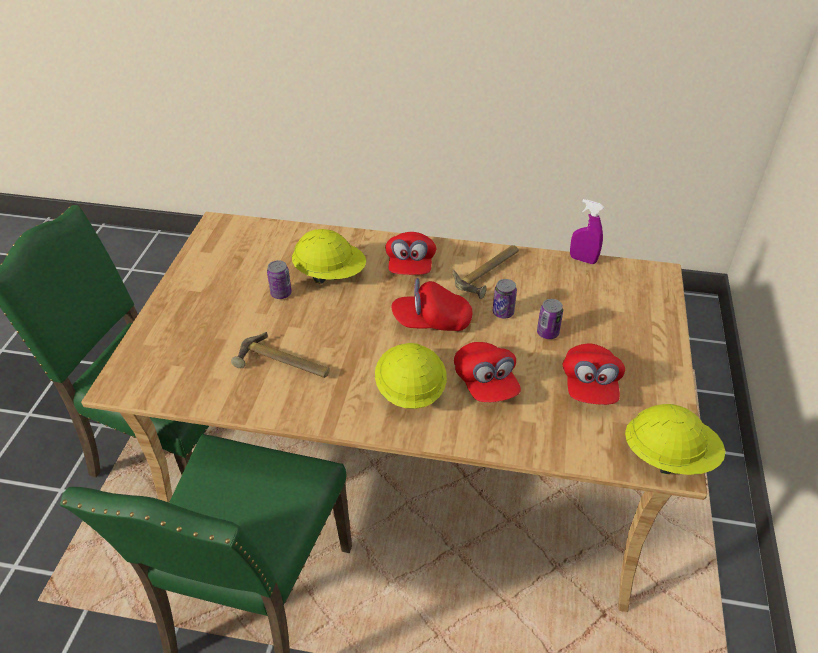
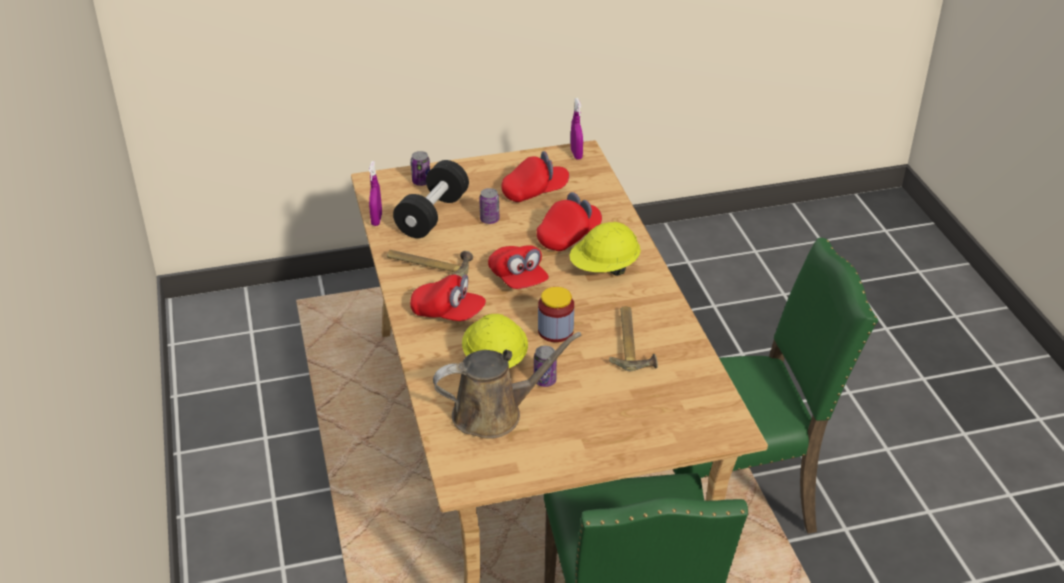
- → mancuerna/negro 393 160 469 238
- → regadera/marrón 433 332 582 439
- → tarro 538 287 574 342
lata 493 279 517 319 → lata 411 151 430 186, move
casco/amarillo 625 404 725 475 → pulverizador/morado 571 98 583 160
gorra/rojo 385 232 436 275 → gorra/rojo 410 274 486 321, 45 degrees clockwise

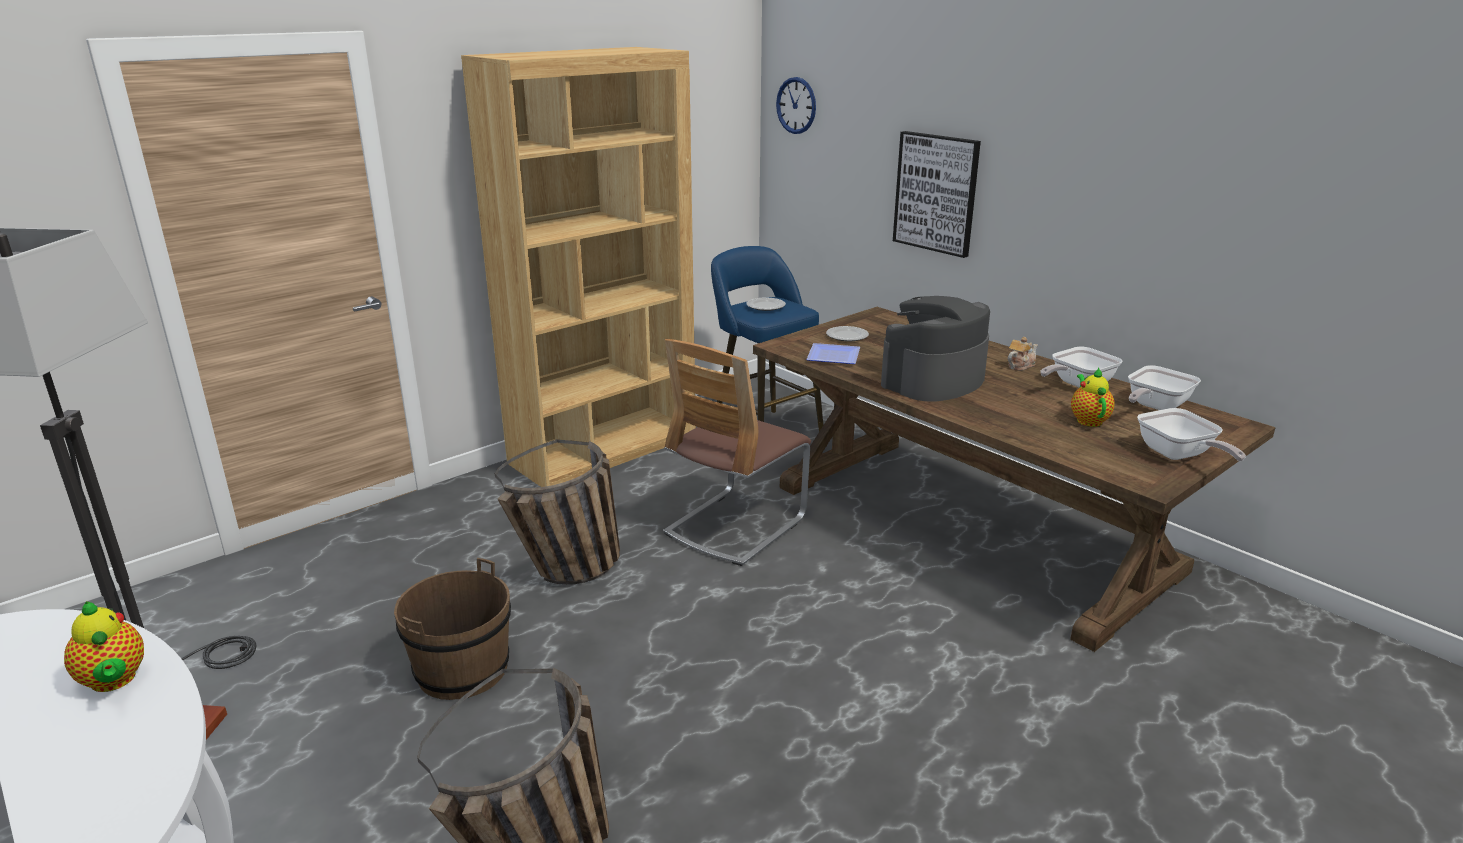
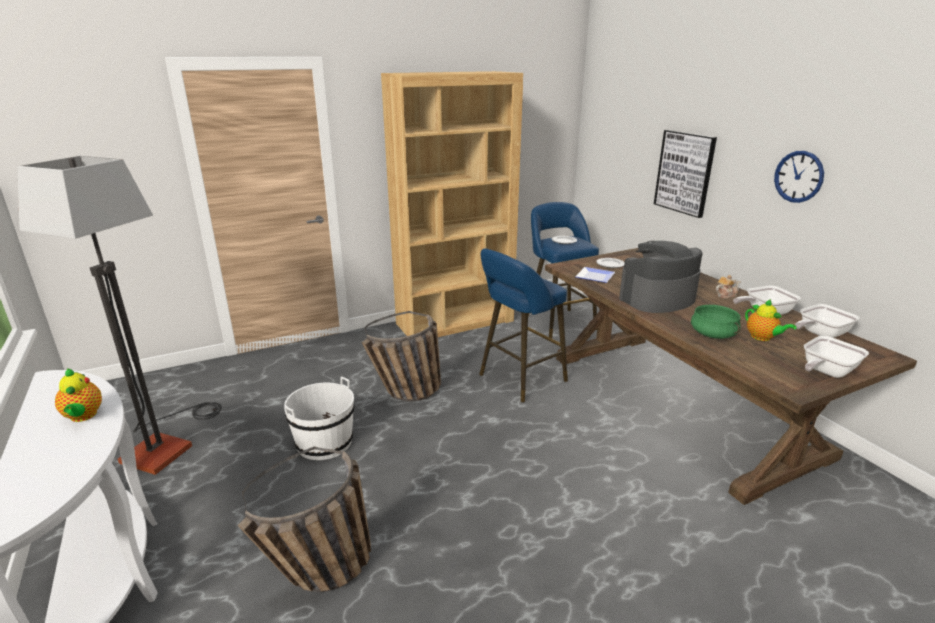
- → olla/verde 691 305 741 339
reloj de pared 776 77 816 134 → reloj de pared 774 151 824 203, move
silla 663 339 811 566 → taburete/azul 479 248 568 402
cubo/marrón 394 558 511 700 → cubo/blanco 284 376 355 460
tetera 1071 367 1115 427 → tetera 745 299 797 341, 135 degrees clockwise
sartén 1137 408 1246 461 → sartén 804 336 869 378, 60 degrees clockwise

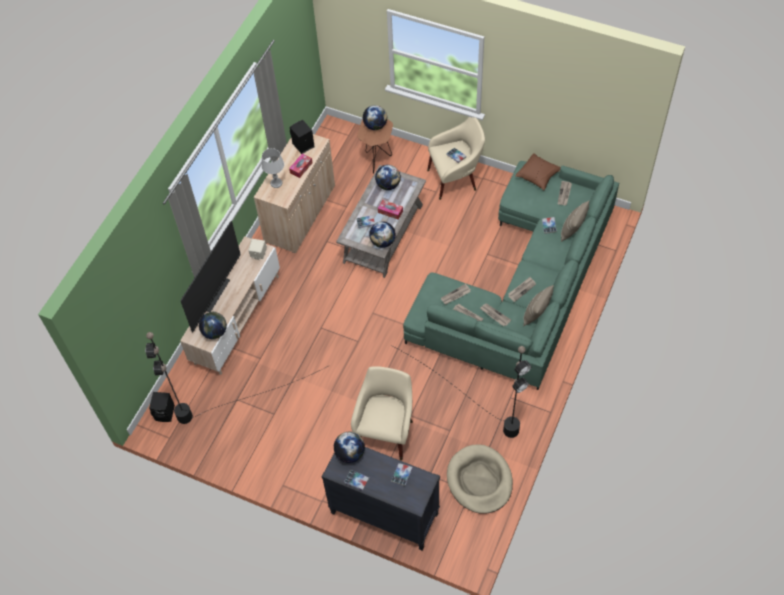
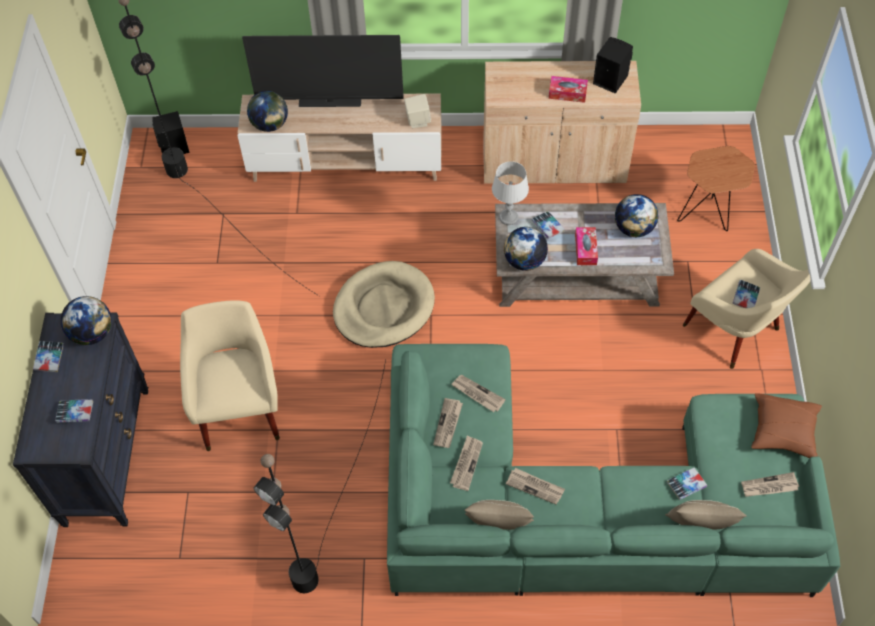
globo terráqueo 363 105 387 130 → -
lámpara de mesa/gris 262 148 284 188 → lámpara de mesa/gris 492 161 529 225, move
cama para perro/beis 447 444 513 514 → cama para perro/beis 333 261 435 348, move
sillón/beis 351 366 413 460 → sillón/beis 180 300 280 451, 90 degrees counterclockwise

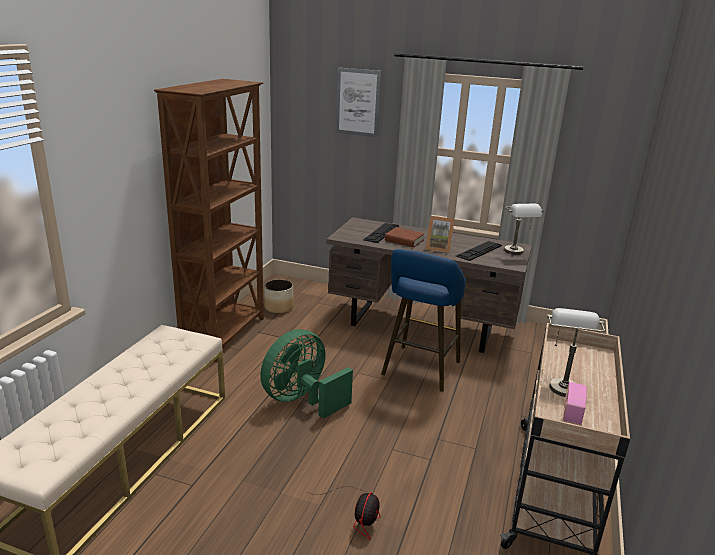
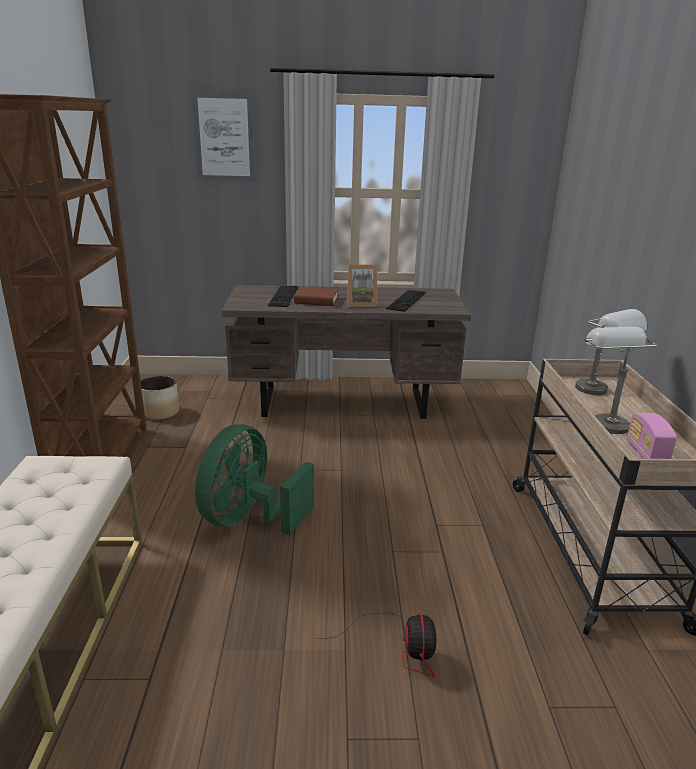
taburete/azul 381 249 466 392 → -
lámpara de mesa/gris 504 204 543 255 → lámpara de mesa/gris 575 309 647 395, move

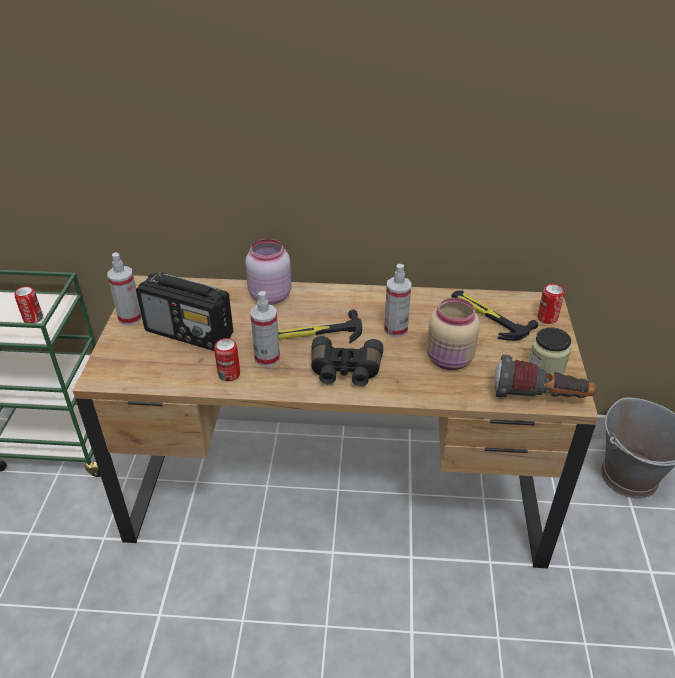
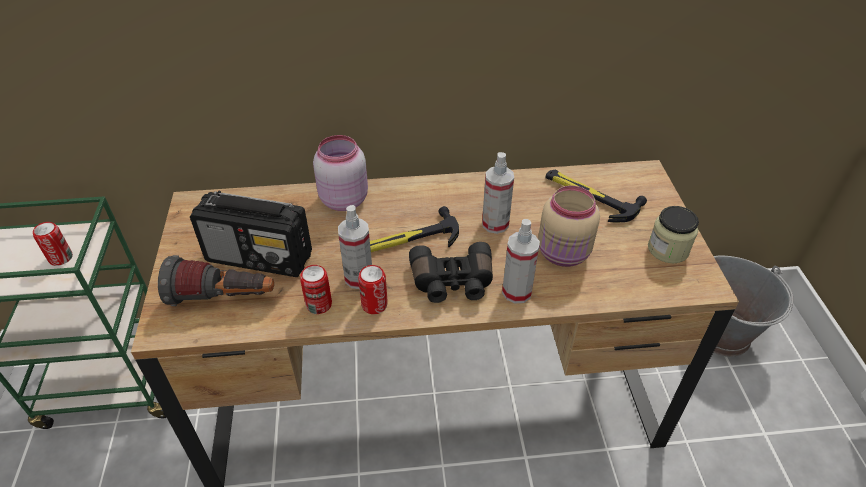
pulverizador 107 253 142 325 → pulverizador 502 219 540 303, move
linterna 494 355 596 399 → linterna 158 255 274 306, move
lata 538 284 564 324 → lata 358 265 388 314, move

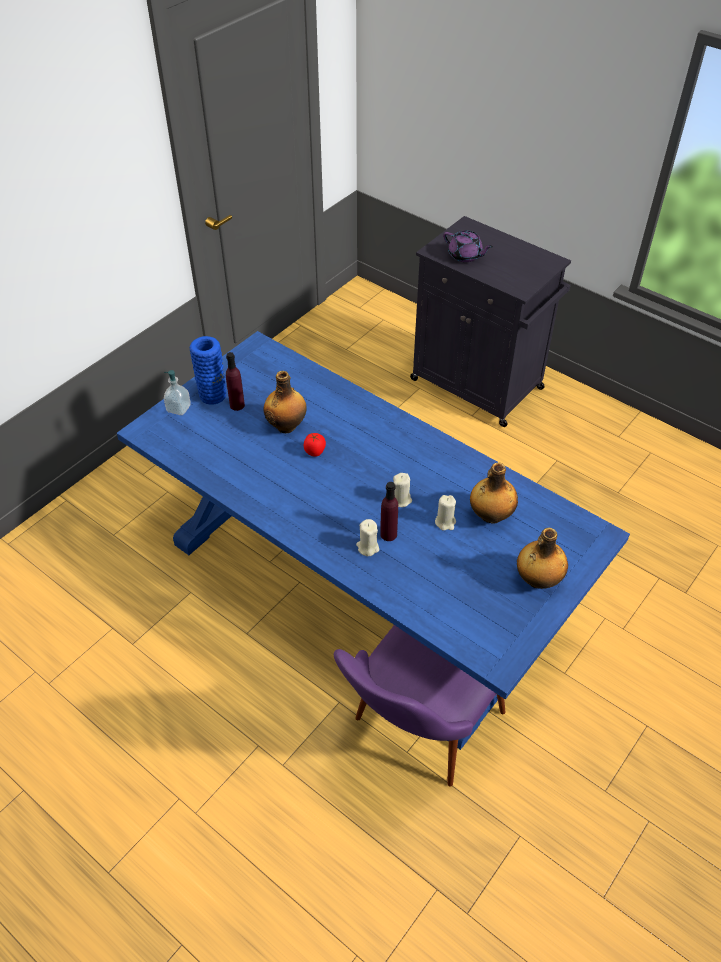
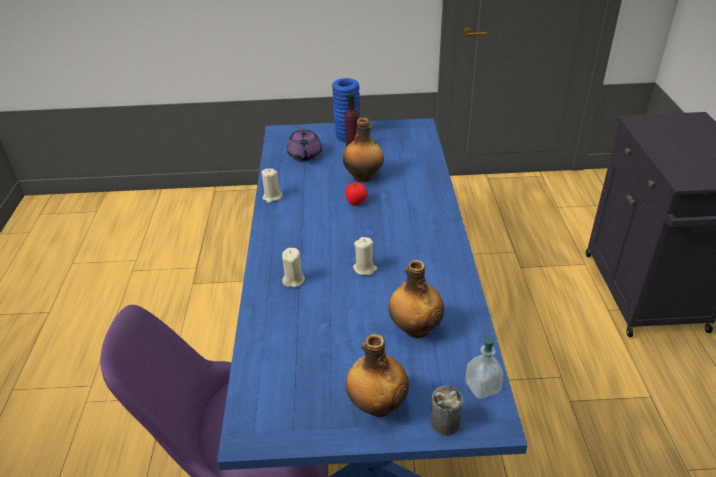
botella/morado 380 482 398 541 → -
- → lata 430 386 463 436
dispensador de jabón 164 370 191 415 → dispensador de jabón 466 334 503 399, move
vela/beis 435 495 456 530 → vela/beis 262 168 283 203, move
tetera/morado 443 230 493 262 → tetera/morado 287 127 322 161, move

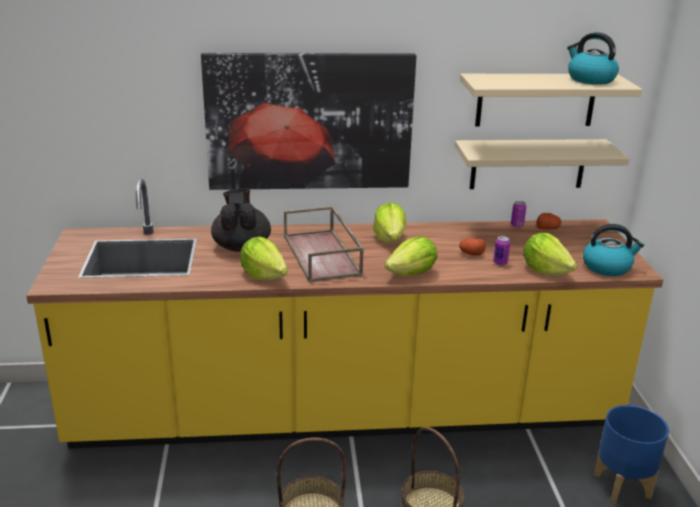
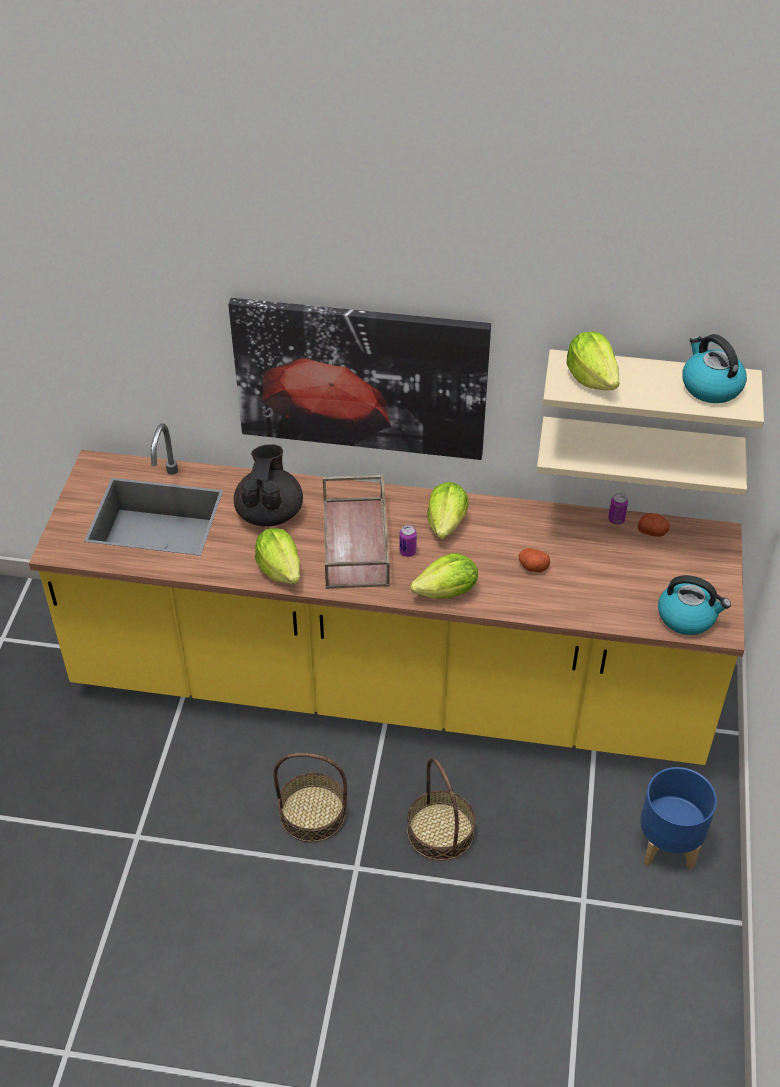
lata 493 236 510 266 → lata 399 525 417 557, move
lechuga 523 232 577 275 → lechuga 567 331 619 390, move

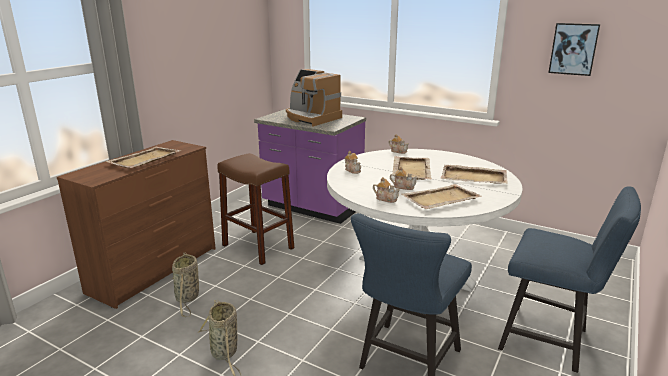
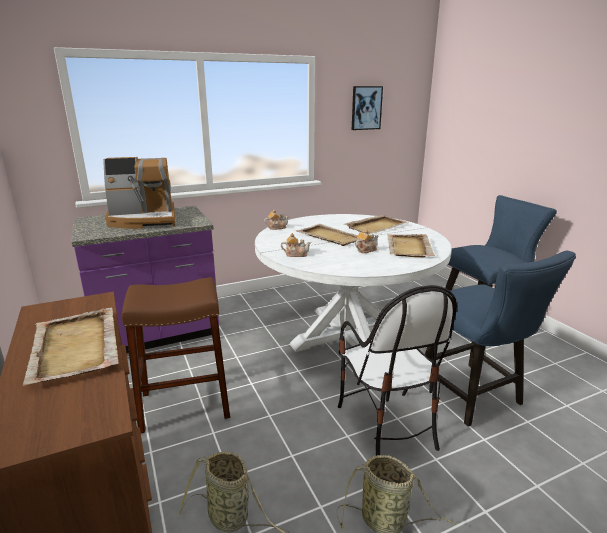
tetera 373 177 400 203 → -
- → silla 338 285 457 456

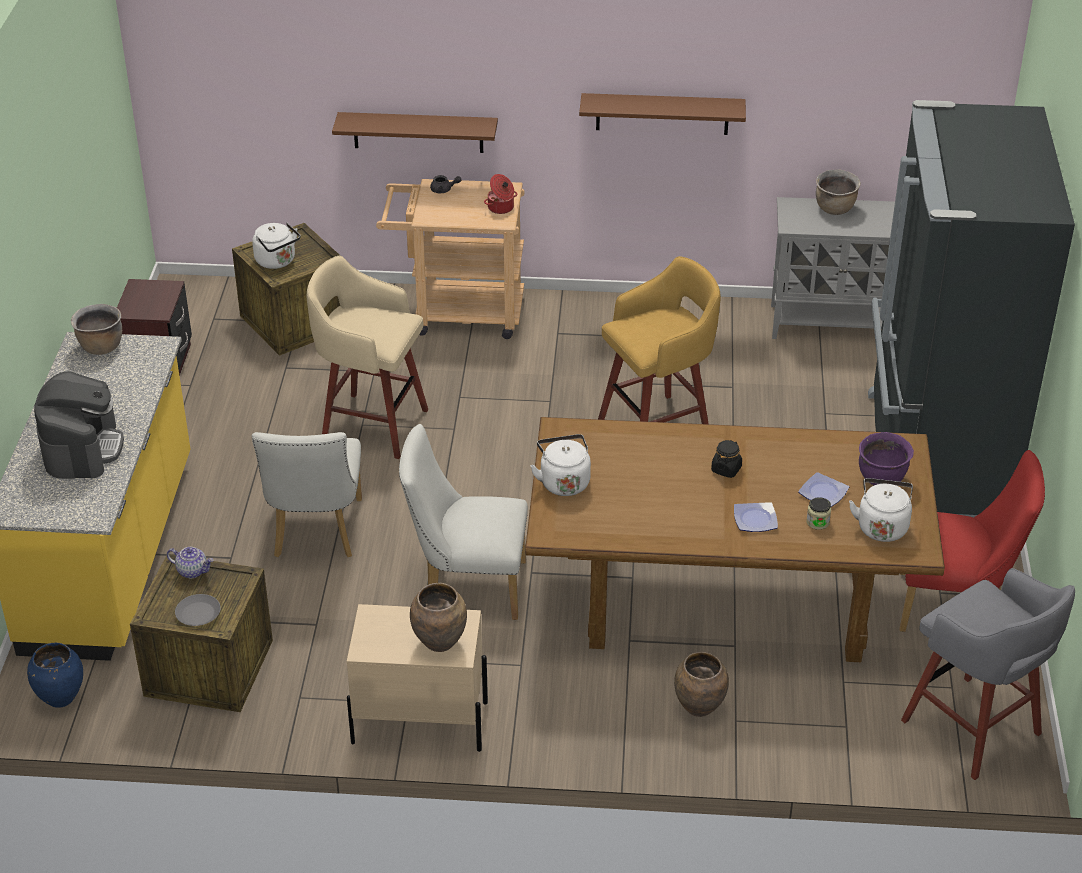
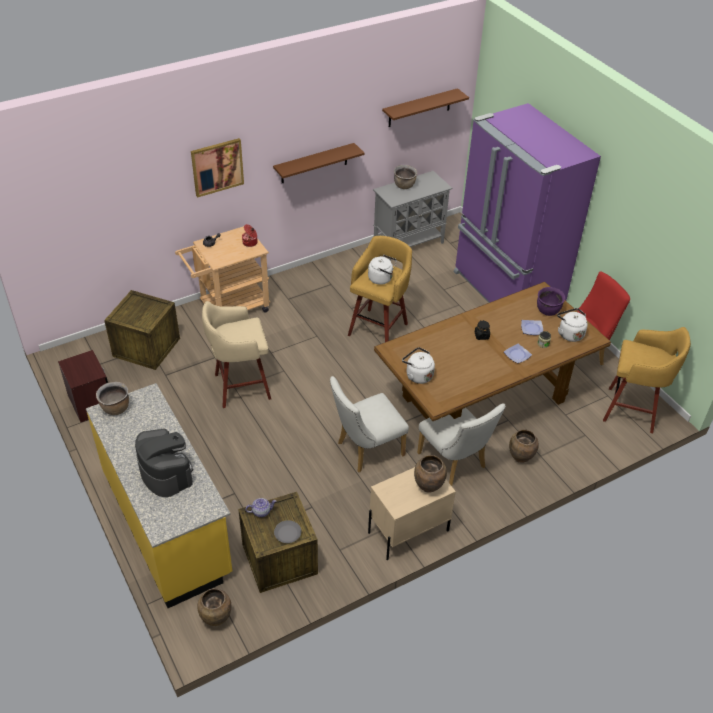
- → cuadro 191 138 244 198
hervidor/blanco 252 223 301 269 → hervidor/blanco 368 255 397 285, move
silla/blanco 252 432 362 557 → silla/blanco 417 403 506 486, move
estante/marrón 332 112 498 153 → estante/marrón 382 88 469 127, move
florero/azul 27 642 83 708 → florero/marrón 197 588 231 626
nevera/negro 868 100 1075 518 → nevera/morado 454 103 601 303
taburete/gris 901 568 1075 780 → taburete/amarillo 603 327 691 433

